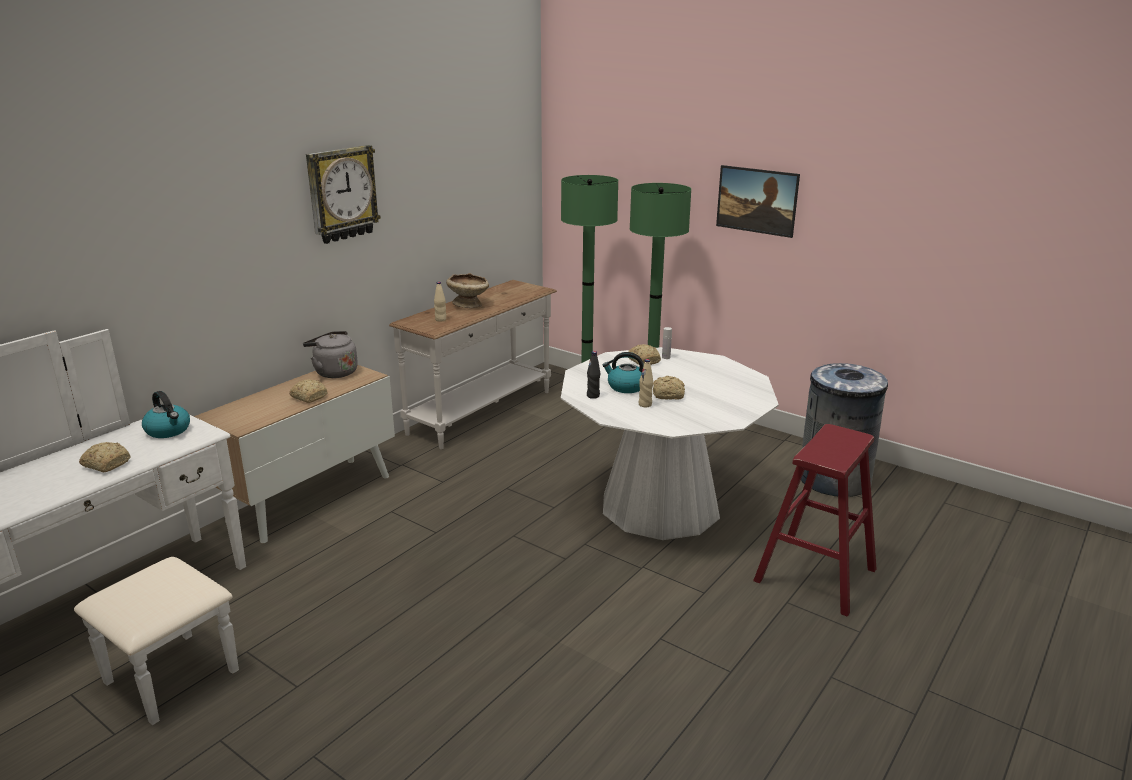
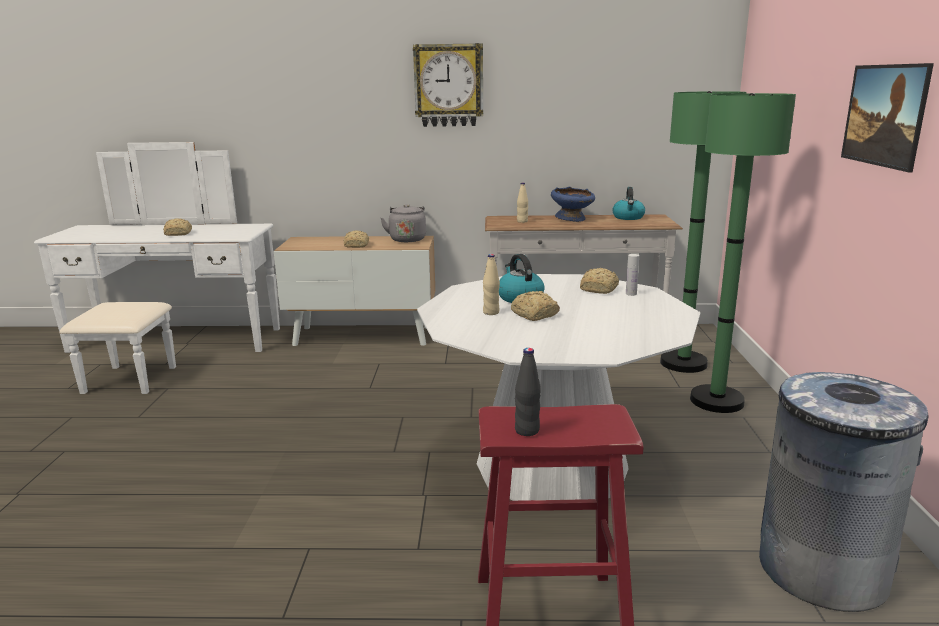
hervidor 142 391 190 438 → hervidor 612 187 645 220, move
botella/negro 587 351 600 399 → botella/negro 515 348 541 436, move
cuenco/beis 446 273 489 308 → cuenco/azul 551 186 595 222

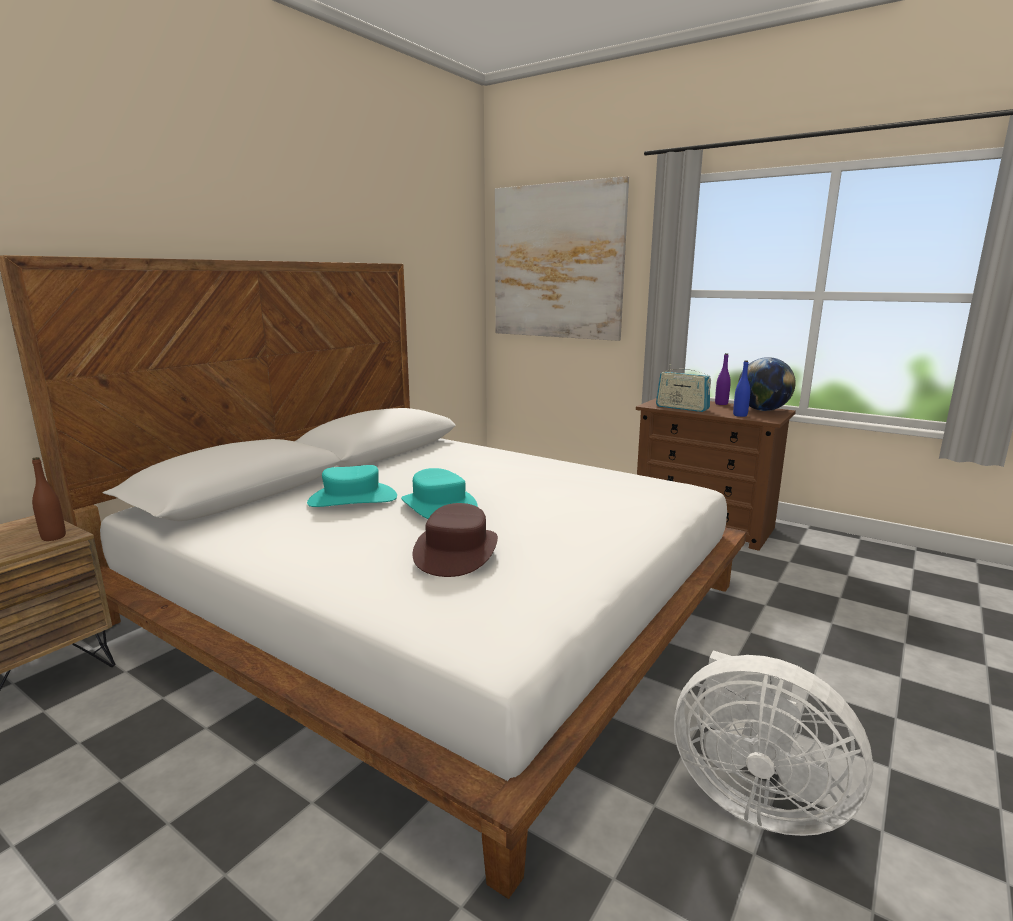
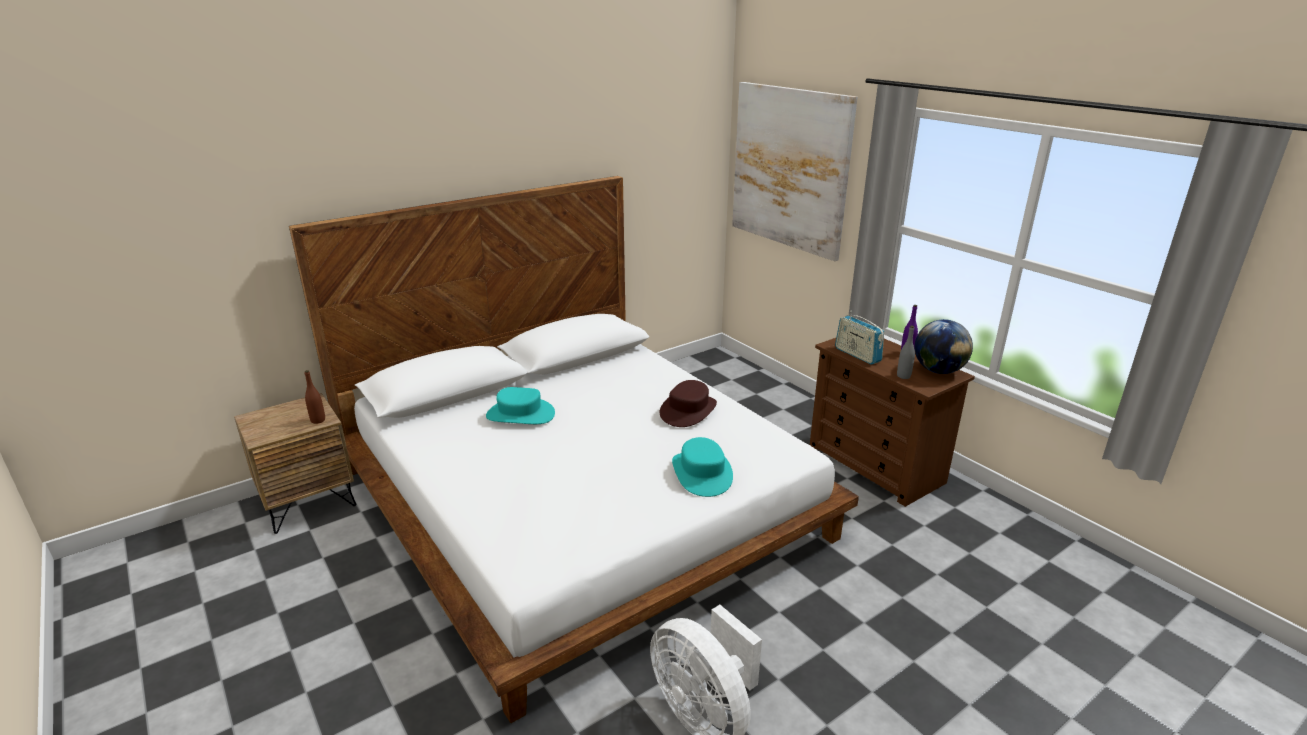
sombrero/turquesa 401 468 478 519 → sombrero/turquesa 672 437 733 497, move
sombrero/marrón 412 503 498 577 → sombrero/marrón 660 380 717 427, move
botella/azul 733 360 751 417 → botella/gris 897 326 915 379

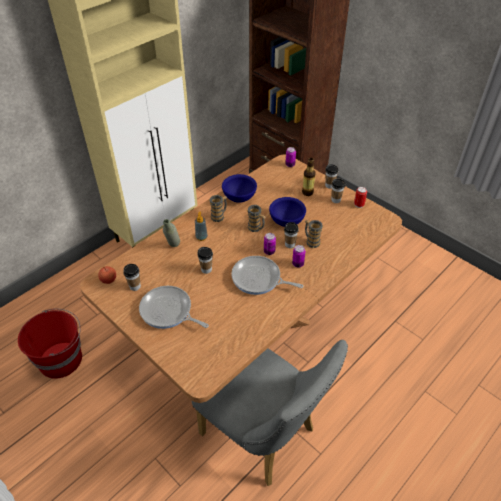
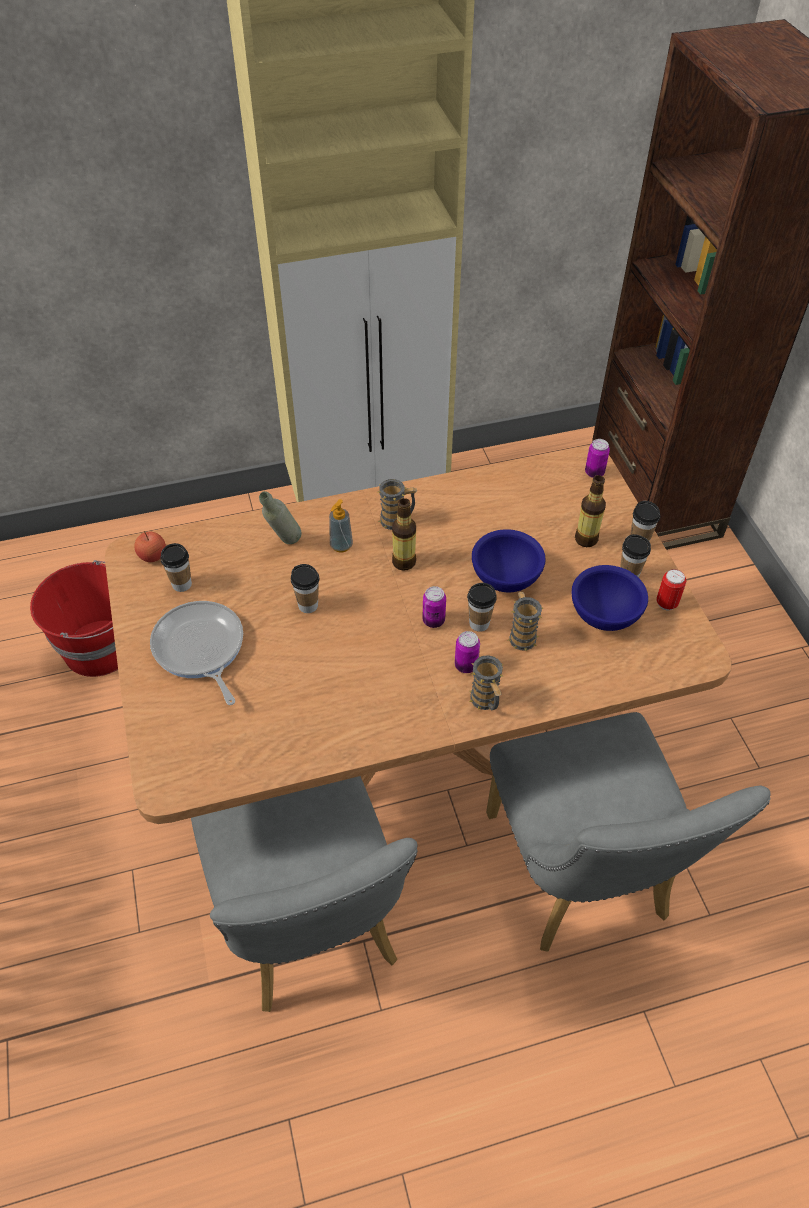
sartén 231 256 303 295 → -
- → botella 392 498 416 571
- → silla/gris 486 712 770 952
cuenco/azul 222 174 257 203 → cuenco/azul 572 565 648 631, move
taza grande 247 205 266 232 → taza grande 469 655 504 710, move

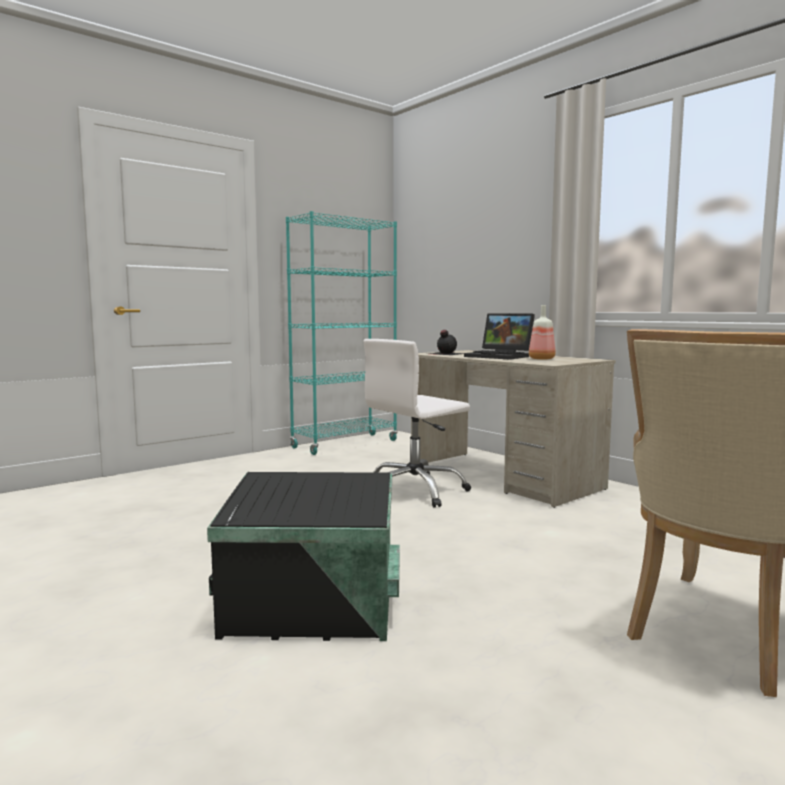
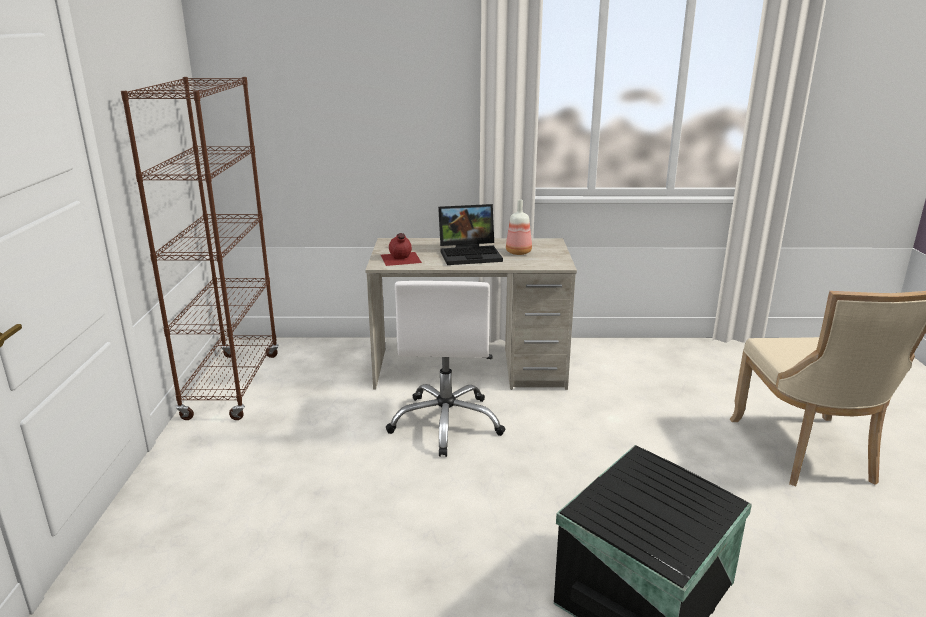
estantería/turquesa 286 211 398 455 → estantería/marrón 121 77 279 420
botella/negro 429 330 464 355 → botella/rojo 381 233 422 266

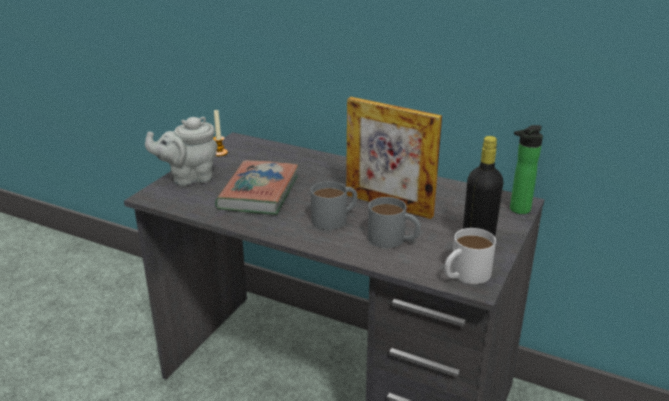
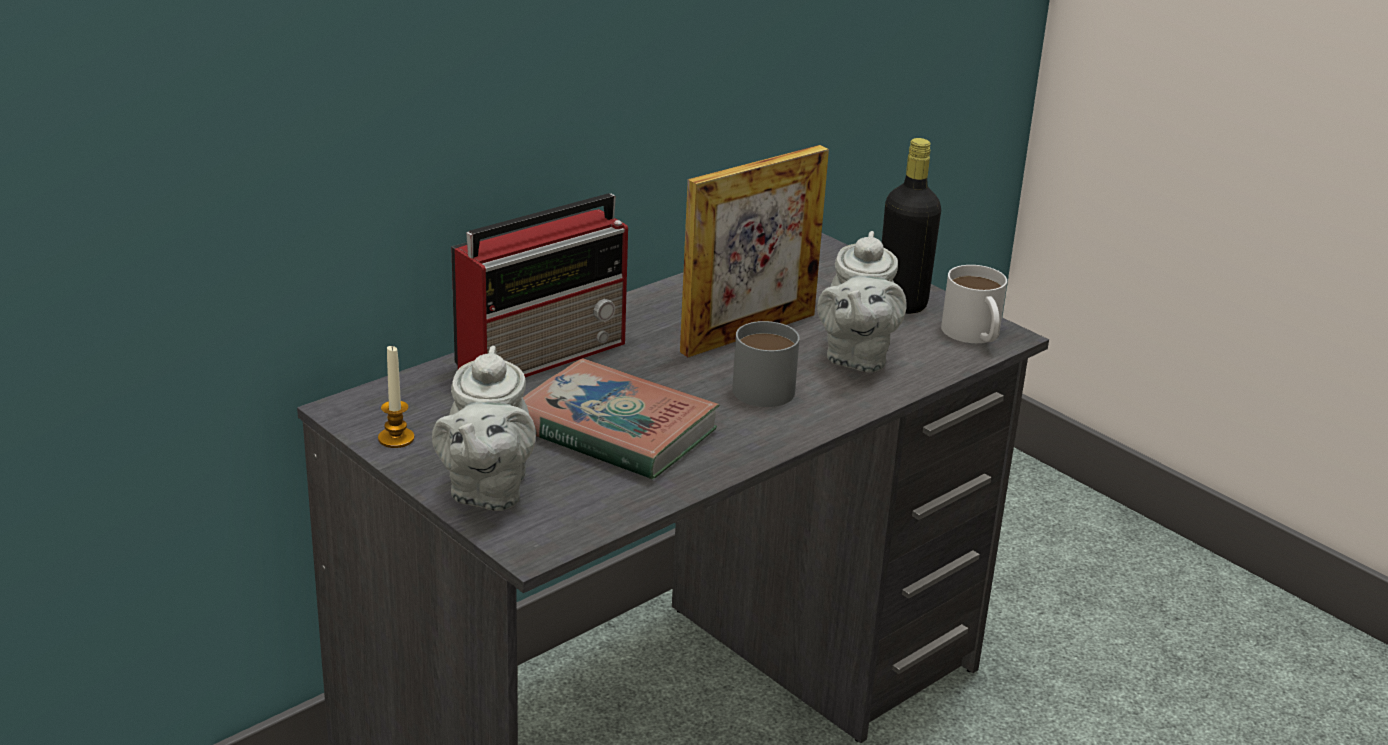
botella 510 125 543 214 → -
- → radio 451 193 628 377
taza grande/gris 368 197 421 248 → tetera/gris 817 231 906 373

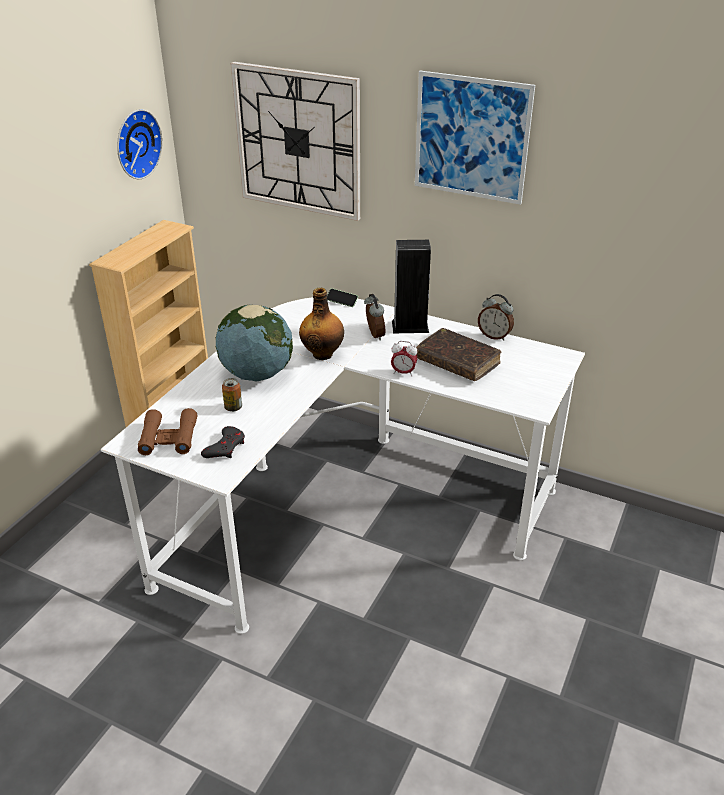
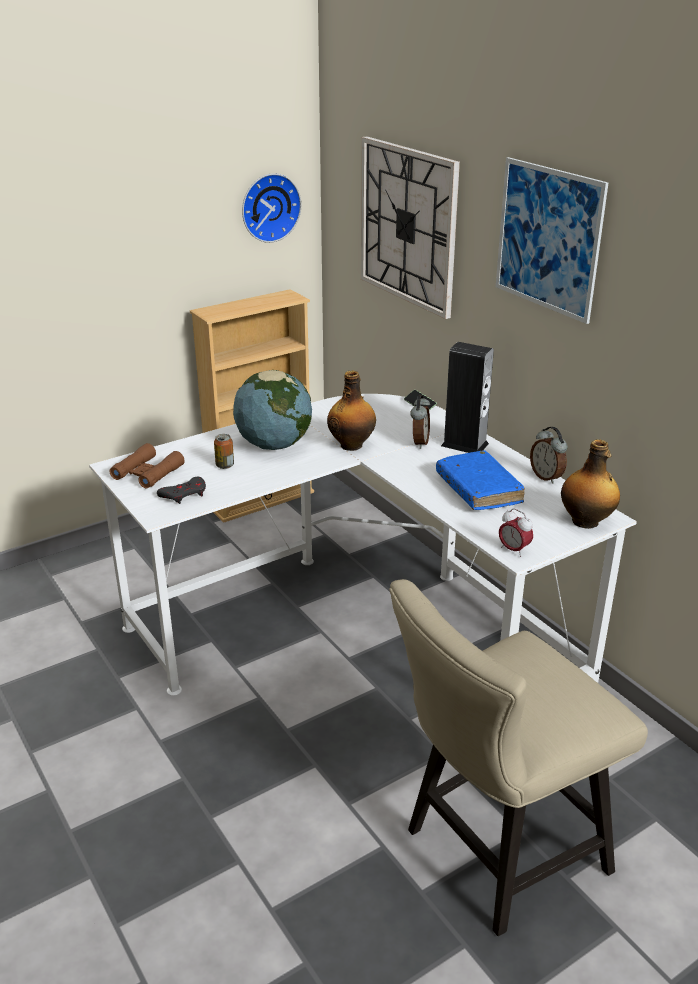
- → silla/beis 389 579 648 936
- → botella 561 439 620 529
despertador 391 341 418 376 → despertador 499 508 533 557, move
libro/marrón 416 328 501 381 → libro/azul 436 450 525 510

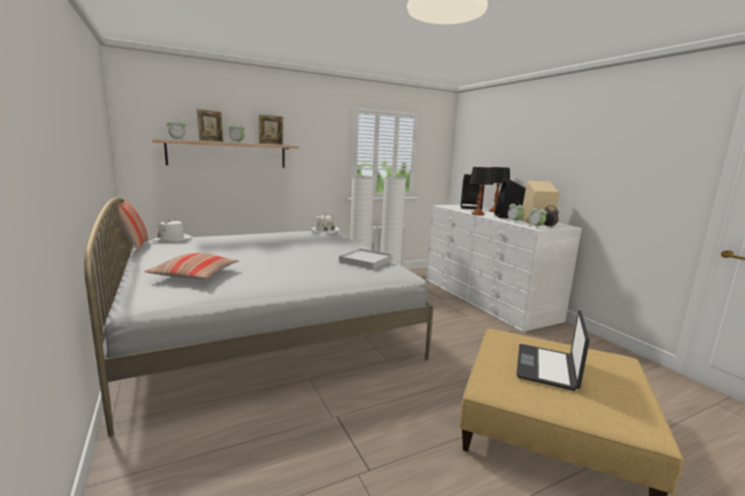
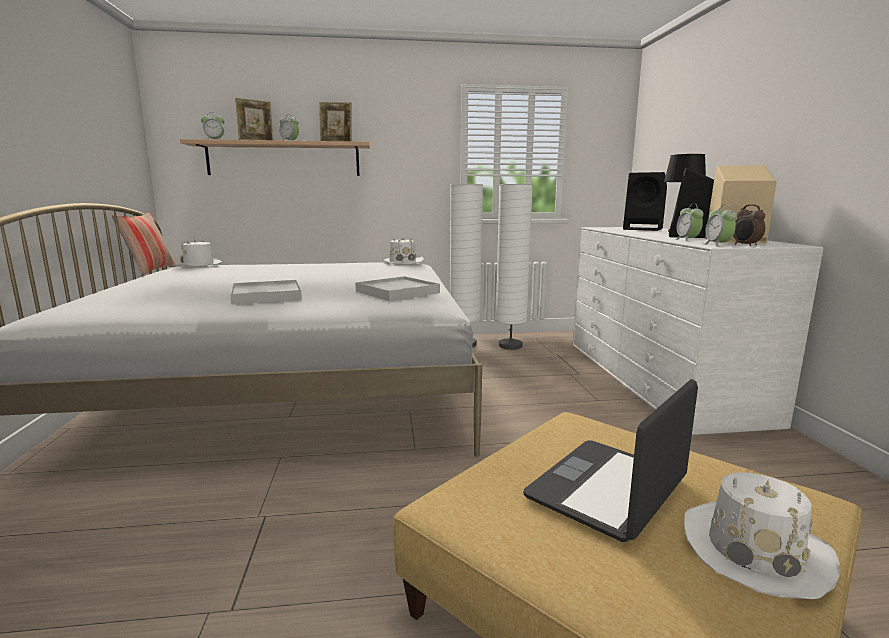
cojín 144 253 239 279 → -
lámpara de mesa 469 167 494 215 → -
- → bandeja/blanco 230 280 302 305
- → sombrero/blanco 685 472 840 599

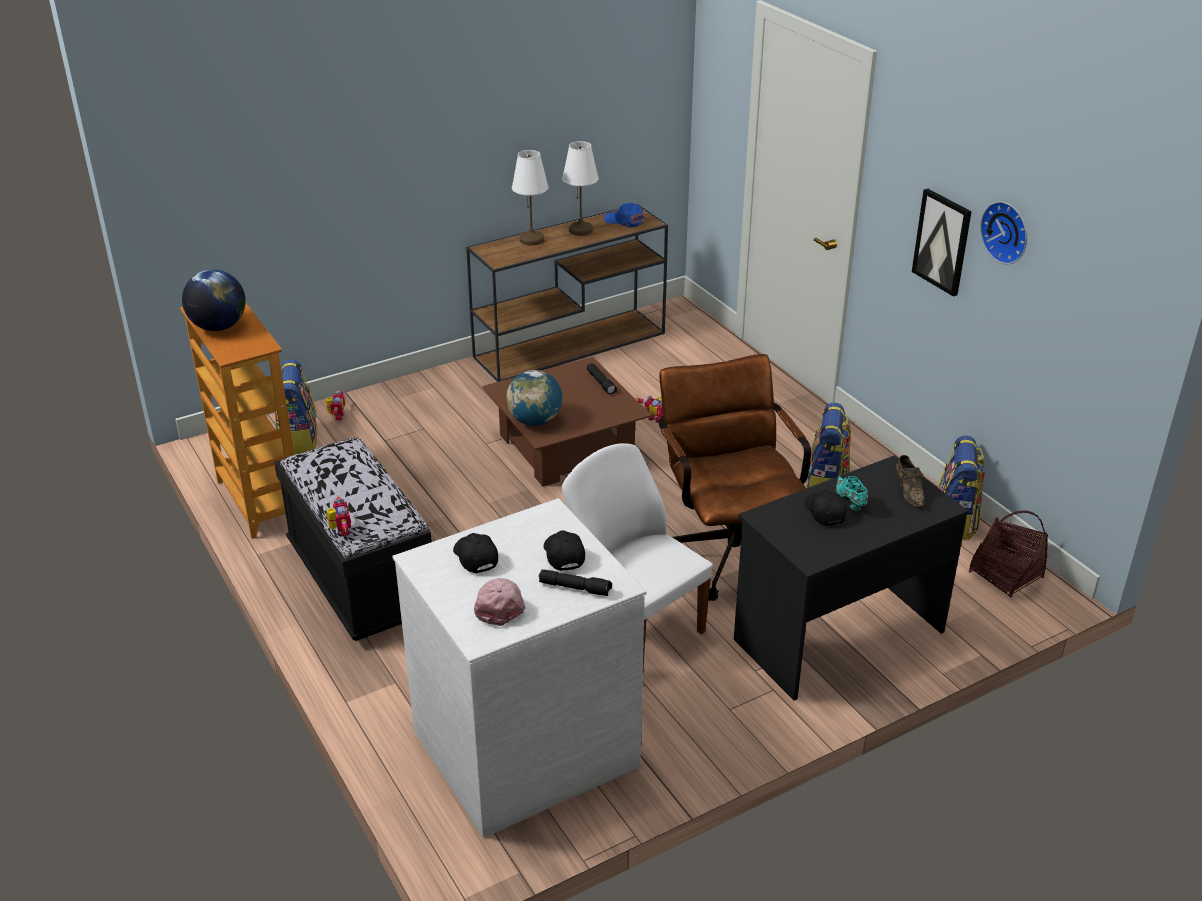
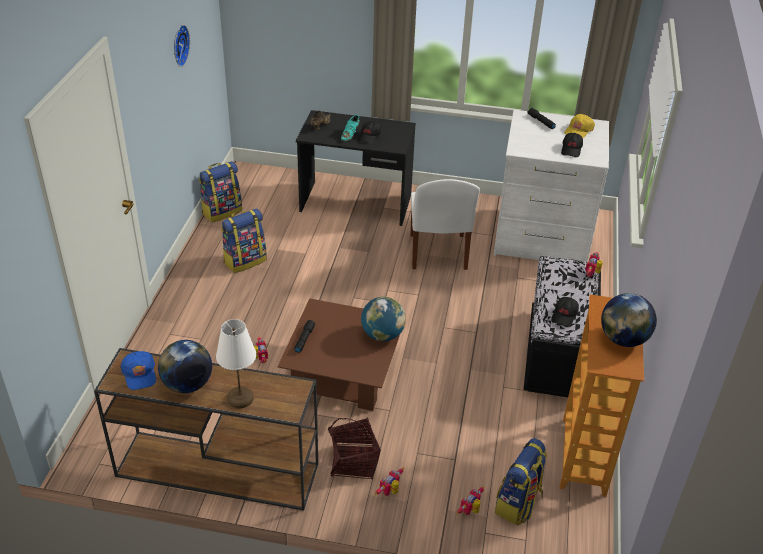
silla de oficina/marrón 659 354 811 601 → -
cuadro 912 189 972 297 → -
- → robot de juguete 375 467 404 496
gorra/negro 543 530 585 571 → gorra/negro 551 297 579 327, move
cesta 969 510 1048 597 → cesta 328 418 381 479, move
lámpara de mesa/blanco 562 141 598 236 → globo terráqueo 158 340 212 393
gorra/rosa 474 578 526 626 → gorra/amarillo 564 114 595 138

